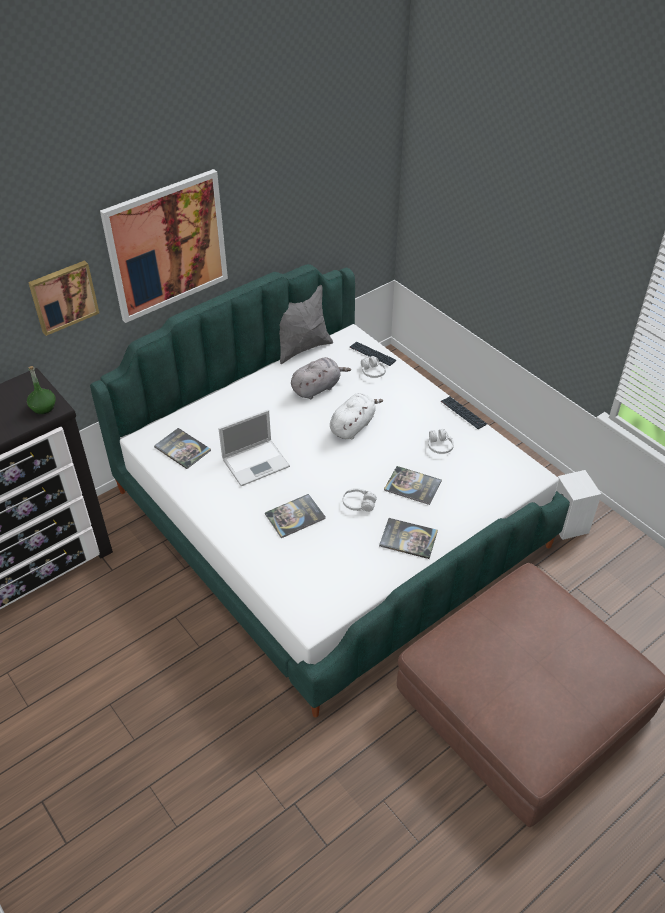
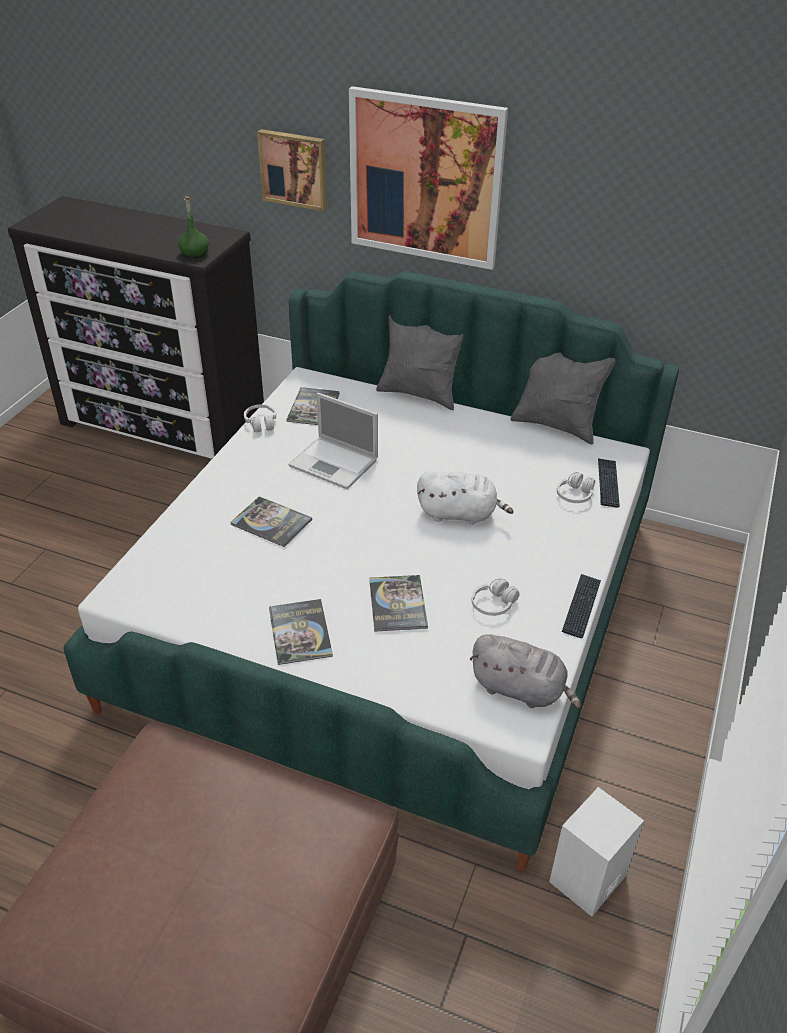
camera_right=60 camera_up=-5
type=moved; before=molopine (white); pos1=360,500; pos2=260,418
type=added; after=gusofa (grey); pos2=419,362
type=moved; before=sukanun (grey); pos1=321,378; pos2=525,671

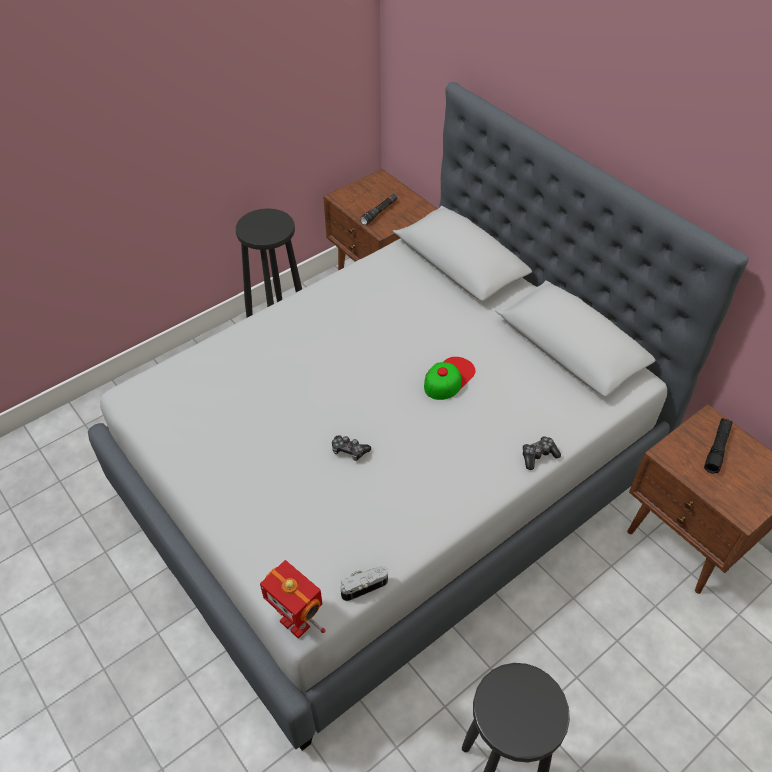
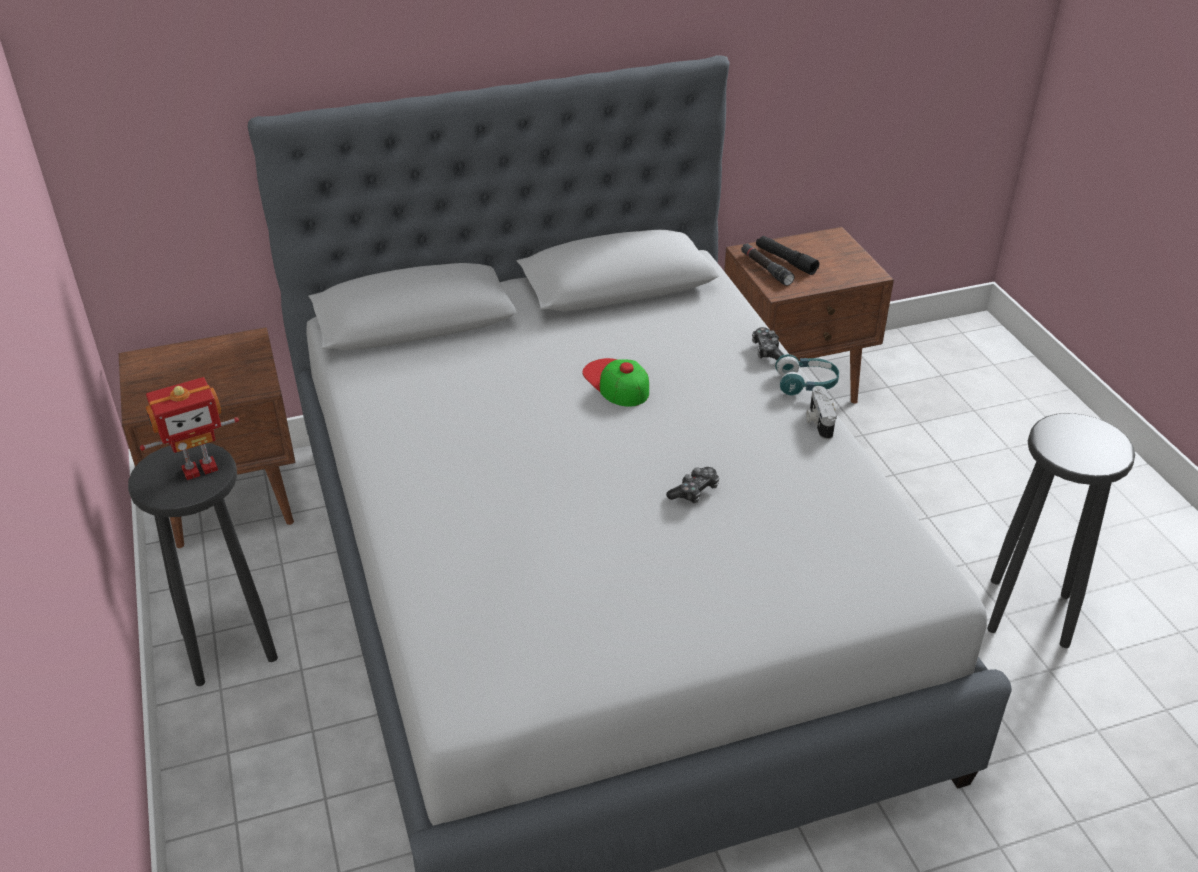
camera_right=-70 camera_up=-10
type=moved; before=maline; pos1=293,599; pos2=189,428
type=moved; before=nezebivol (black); pos1=379,209; pos2=768,265
type=added; after=molopine (turquoise); pos2=807,375
type=moved; before=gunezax; pos1=364,583; pos2=821,413

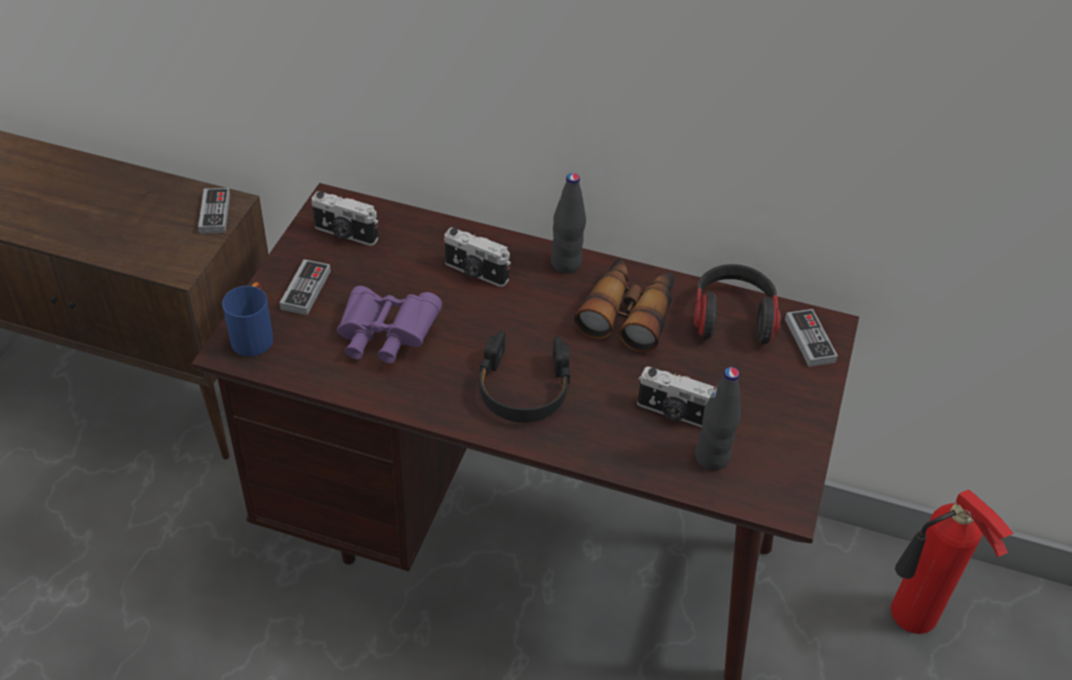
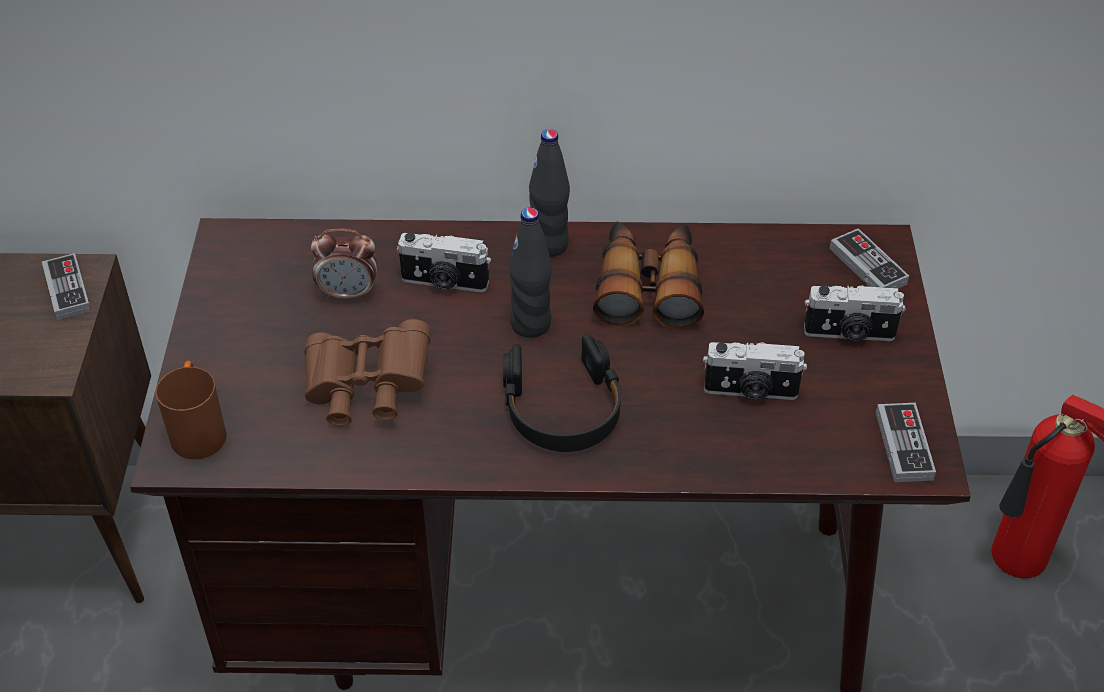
camera_right=-15 camera_up=0
type=recoloured; before=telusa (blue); after=telusa (brown); pos1=247,319; pos2=191,410
type=recoloured; before=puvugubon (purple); after=puvugubon (brown); pos1=389,324; pos2=368,373
type=added; after=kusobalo; pos2=344,264
type=moved; before=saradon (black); pos1=718,419; pos2=530,273
type=moved; before=gunezax; pos1=345,218; pos2=855,313
type=moved; before=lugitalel; pos1=305,287; pos2=906,442
type=removed; before=molopine; pos1=737,304

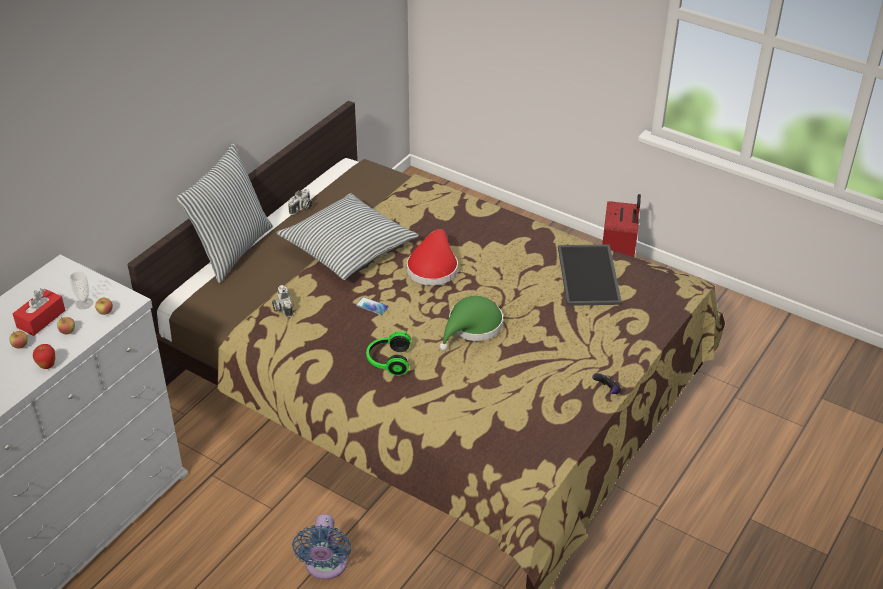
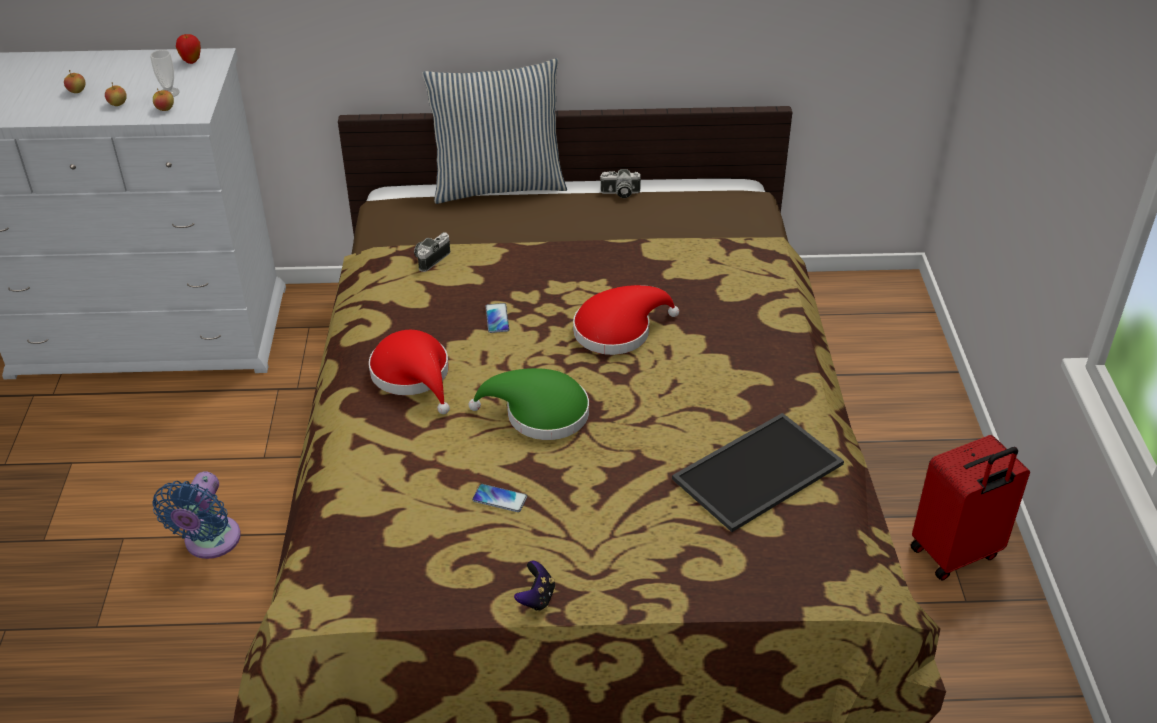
camera_right=55 camera_up=0
type=turned; before=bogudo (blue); pos1=321,547; pos2=196,515; turn=-45
type=moved; before=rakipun; pos1=44,356; pos2=188,49
type=replaced; before=molopine; after=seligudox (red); pos1=388,352; pos2=409,372
type=added; after=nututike; pos2=499,498
type=removed; before=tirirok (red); pos1=39,312
type=removed; before=gusofa; pos1=348,236

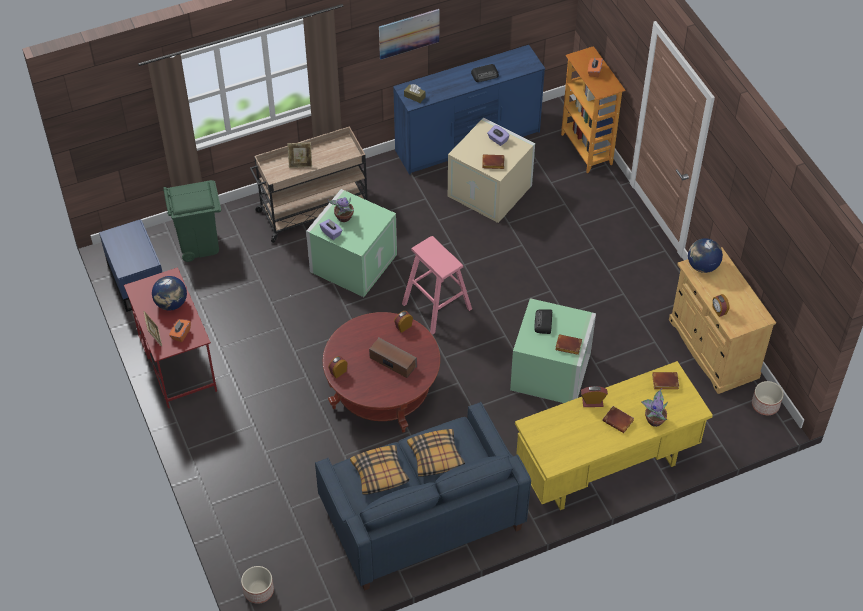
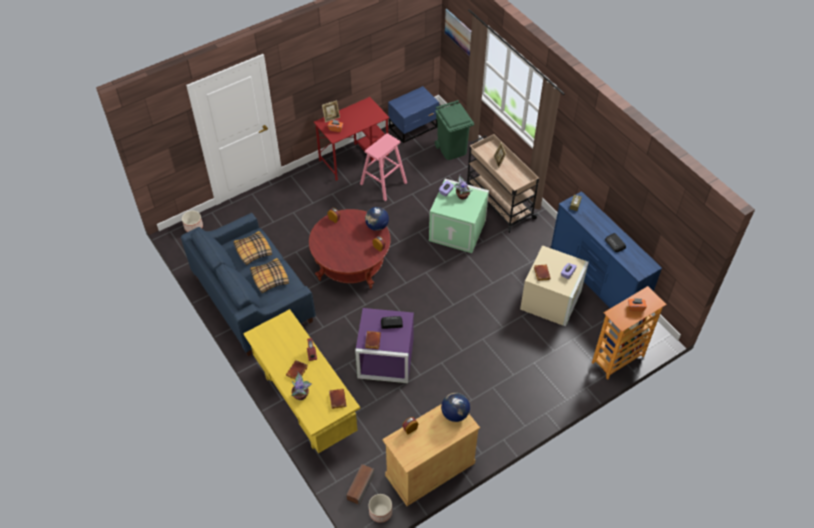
camera_right=80 camera_up=0
type=moved; before=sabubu; pos1=393,357; pos2=360,484
type=recoloured; before=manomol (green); after=manomol (purple); pos1=553,350; pos2=384,345
type=moved; before=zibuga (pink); pos1=437,285; pos2=383,167
type=moved; before=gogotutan; pos1=169,293; pos2=377,219
type=moved; before=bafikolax; pos1=409,34; pos2=458,32

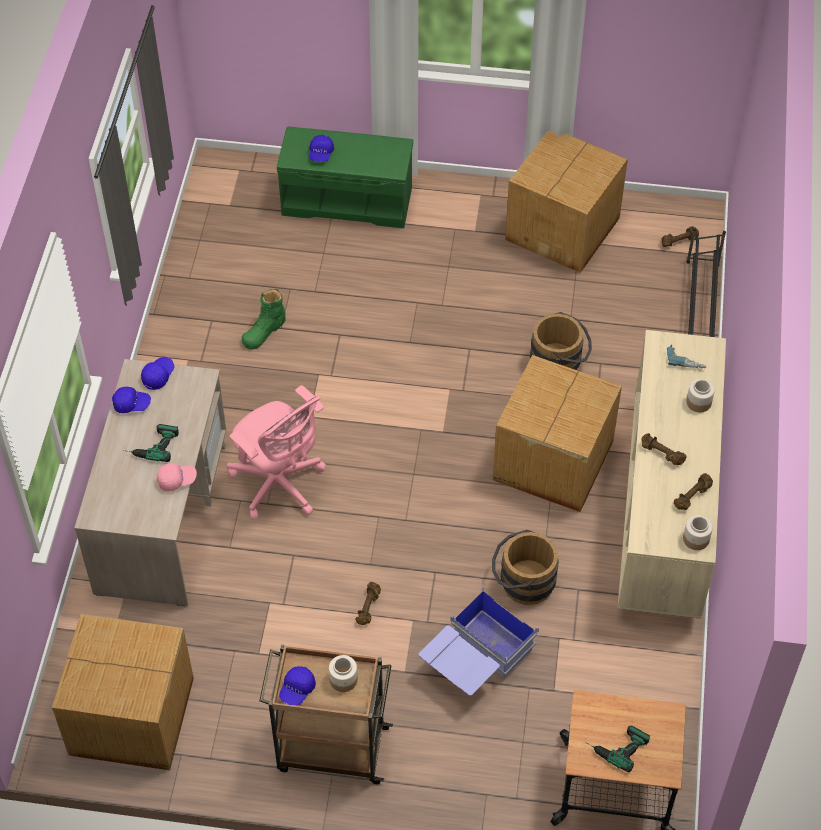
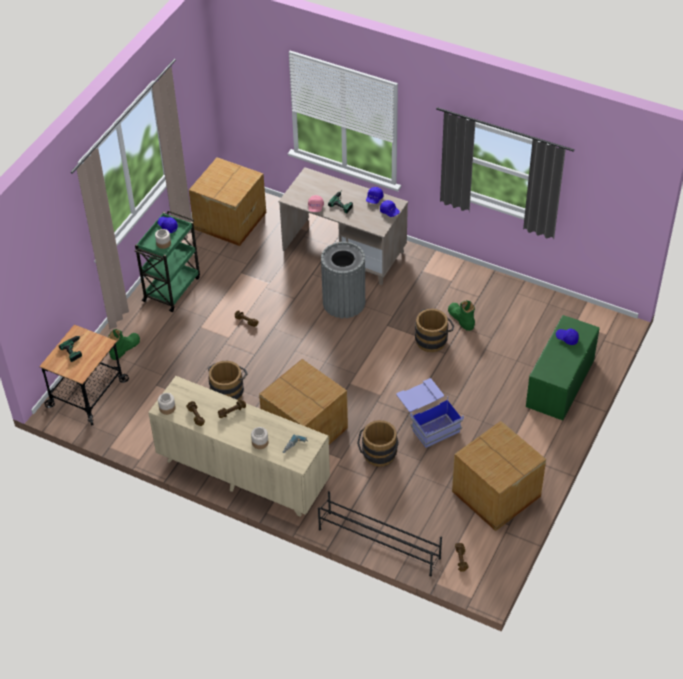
camera_right=110 camera_up=-5
type=added; after=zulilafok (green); pos2=124,344
type=recoloured; before=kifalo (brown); after=kifalo (green); pos1=326,714; pos2=167,261
type=replaced; before=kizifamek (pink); after=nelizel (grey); pos1=276,452; pos2=343,280
type=moved; before=manomol (blue); pos1=479,640; pos2=430,413
type=added; after=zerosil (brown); pos2=434,330

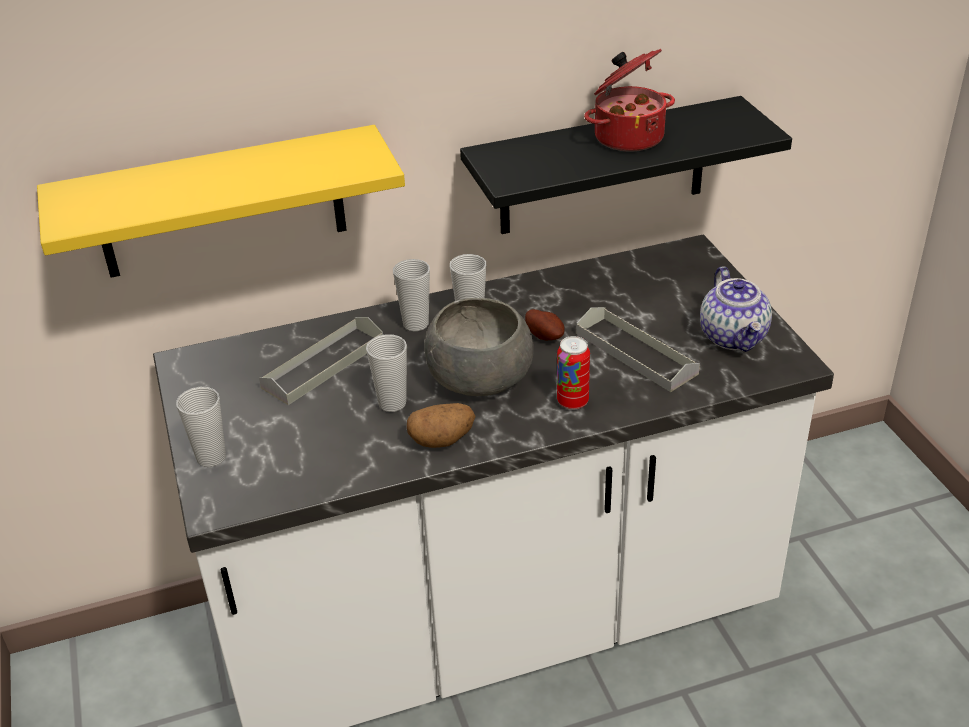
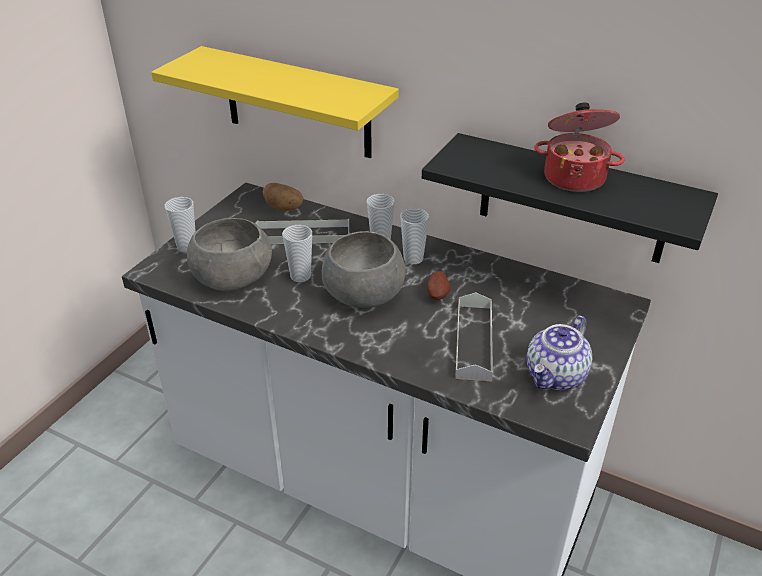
camera_right=45 camera_up=0
type=added; after=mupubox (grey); pos2=229,254
type=moved; before=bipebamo; pos1=441,425; pos2=283,197
type=removed; before=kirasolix; pos1=573,373

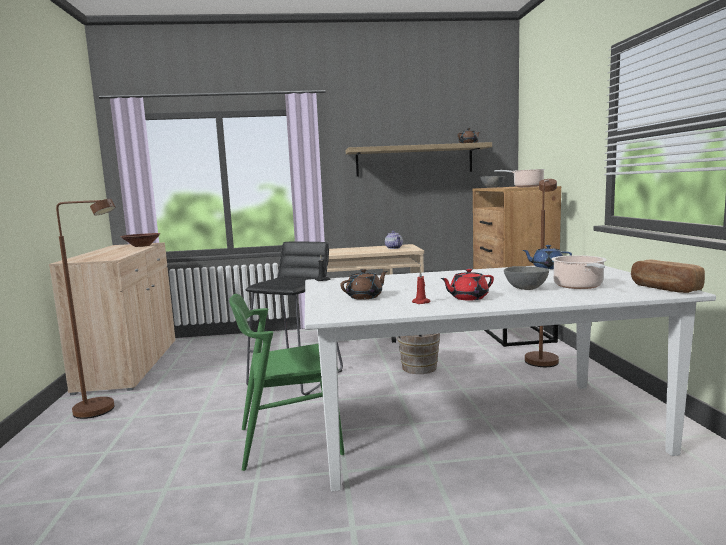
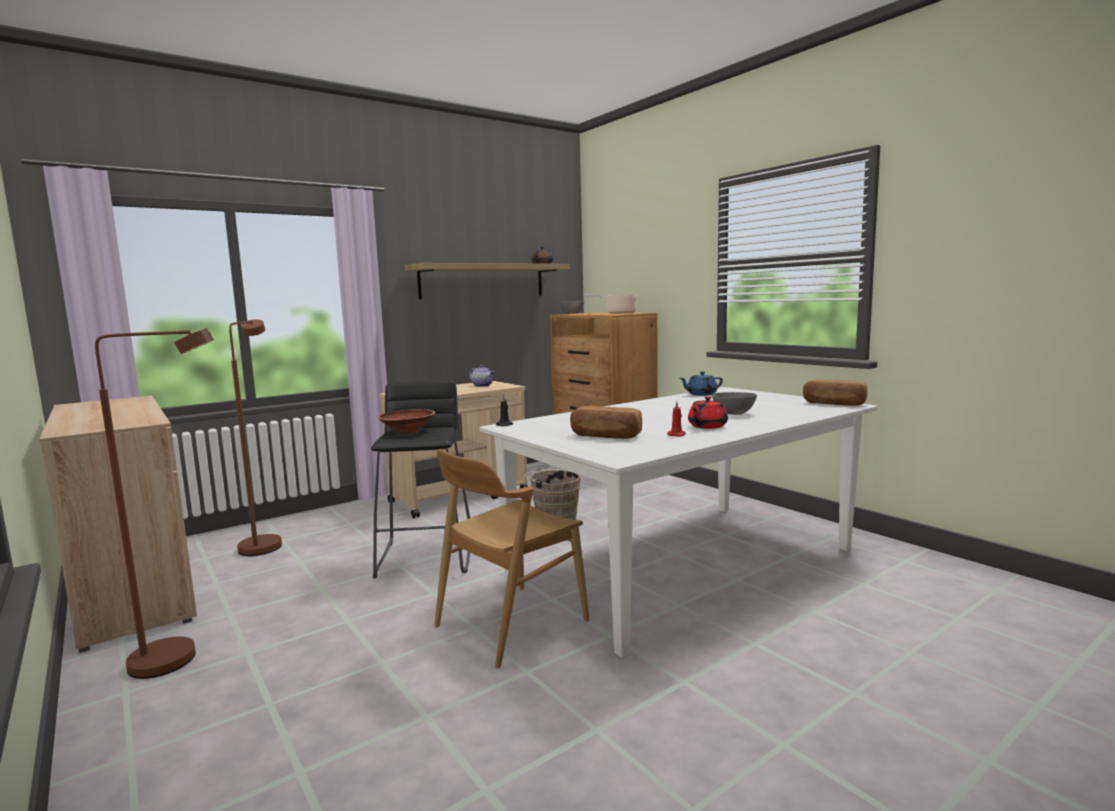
camera_right=-30 camera_up=0
type=moved; before=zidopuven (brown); pos1=542,273; pos2=255,437
type=moved; before=mupubox (brown); pos1=140,240; pos2=406,421
type=recoloured; before=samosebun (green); after=samosebun (brown); pos1=287,382; pos2=511,558
type=replaced; before=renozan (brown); after=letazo; pos1=364,284; pos2=606,422
type=removed; before=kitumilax; pos1=579,272

